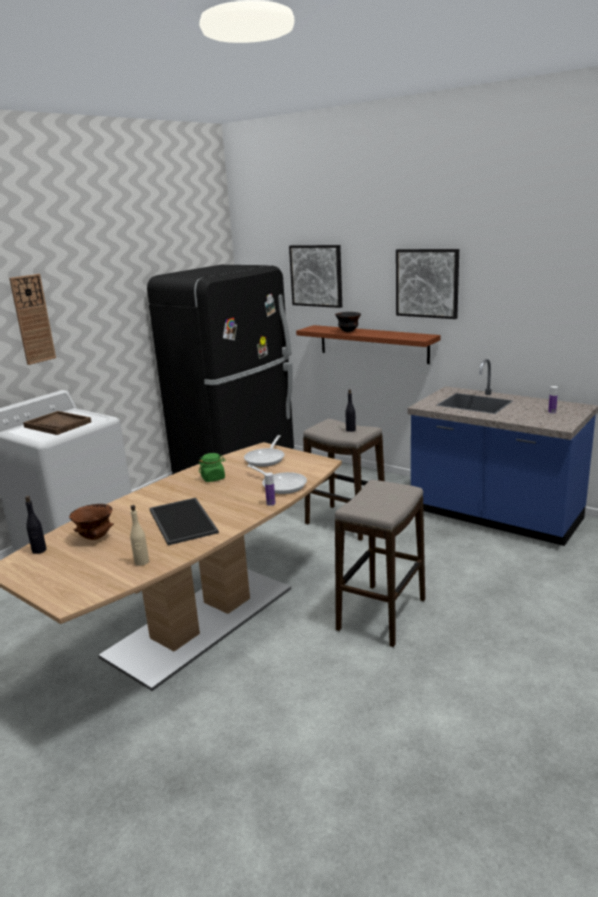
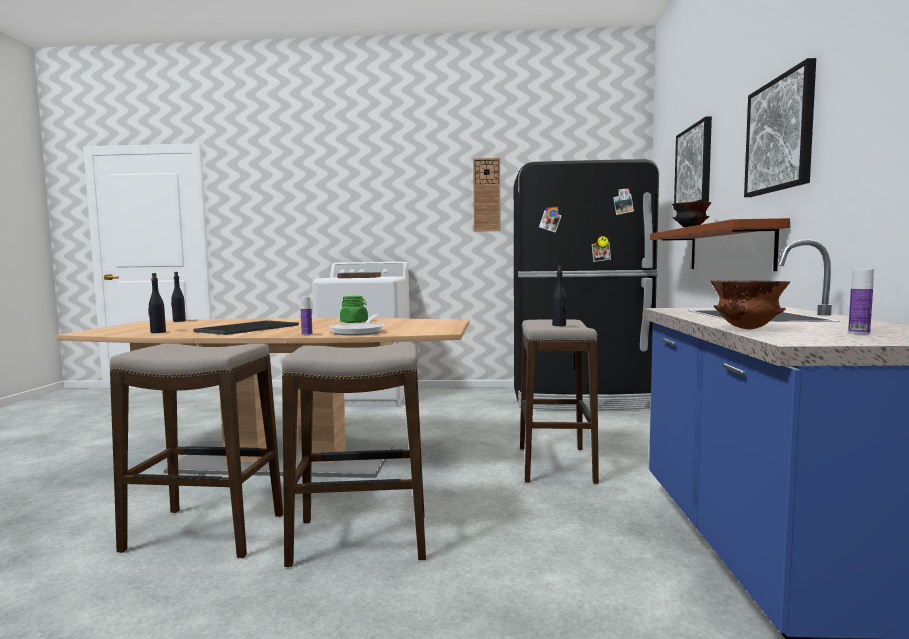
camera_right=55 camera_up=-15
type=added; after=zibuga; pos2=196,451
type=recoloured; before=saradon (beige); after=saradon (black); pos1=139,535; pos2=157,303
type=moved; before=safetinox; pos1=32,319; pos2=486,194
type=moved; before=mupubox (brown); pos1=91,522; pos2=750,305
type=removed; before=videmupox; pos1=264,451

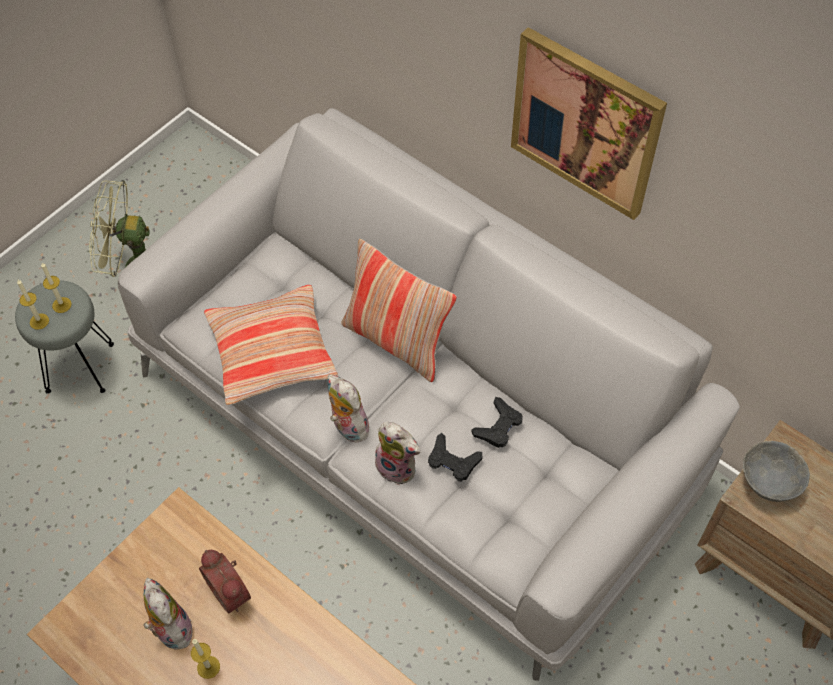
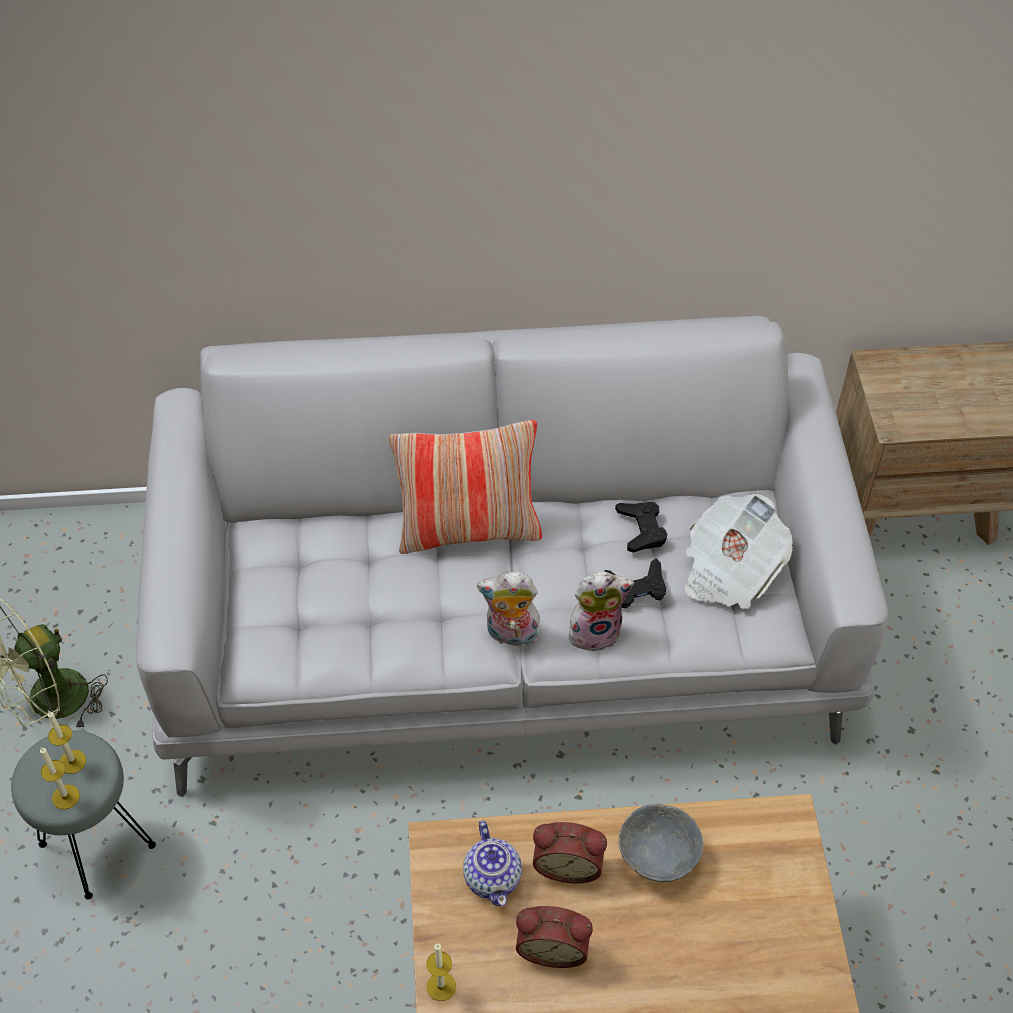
camera_right=-45 camera_up=-5
type=moved; before=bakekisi; pos1=205,659; pos2=441,972
type=added; after=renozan; pos2=492,863
type=replaced; before=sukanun; after=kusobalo; pos1=170,614; pos2=554,937
type=moved; before=mupubox (grey); pos1=776,471; pos2=660,843
type=added; after=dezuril; pos2=739,551
type=removed; before=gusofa; pos1=271,345
type=removed; before=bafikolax; pos1=589,123

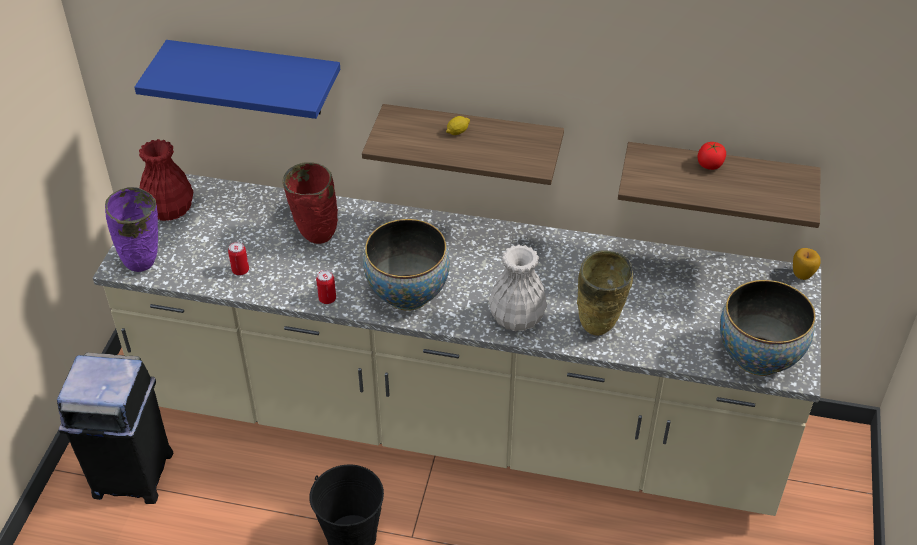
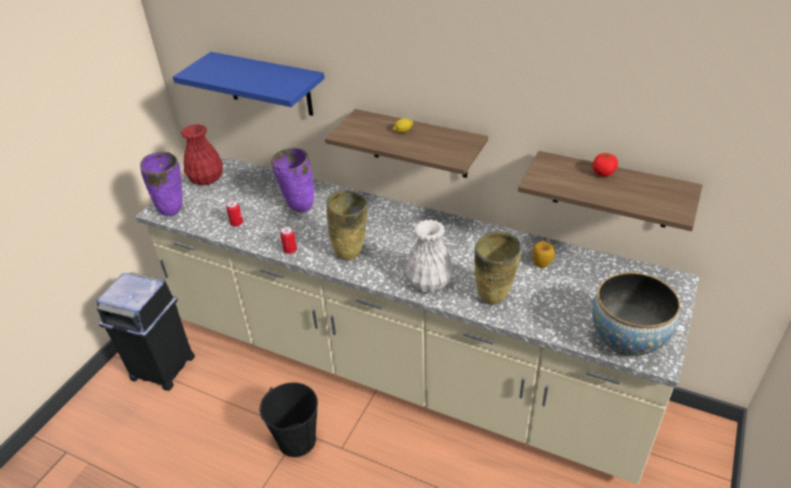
camera_right=15 camera_up=-5
type=recoloured; before=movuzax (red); after=movuzax (purple); pos1=310,203; pos2=292,180
type=replaced; before=mupubox; after=movuzax (beige); pos1=406,265; pos2=346,225
type=moved; before=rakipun; pos1=807,264; pos2=543,254

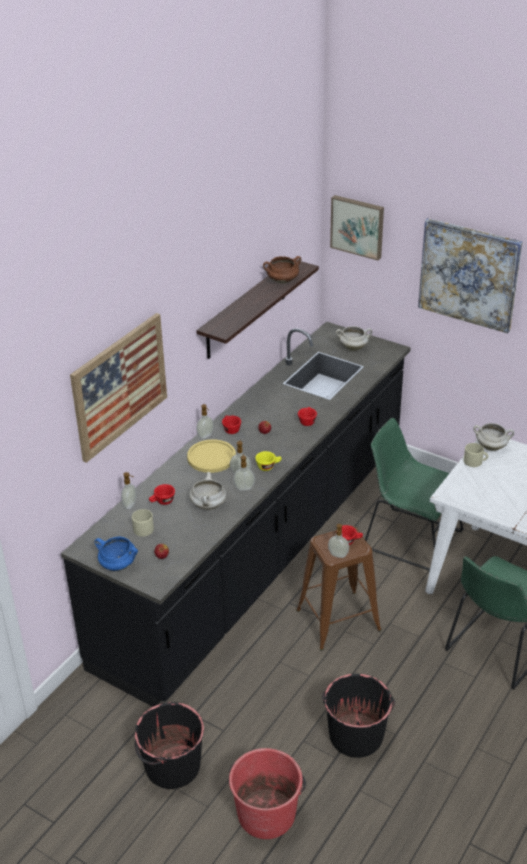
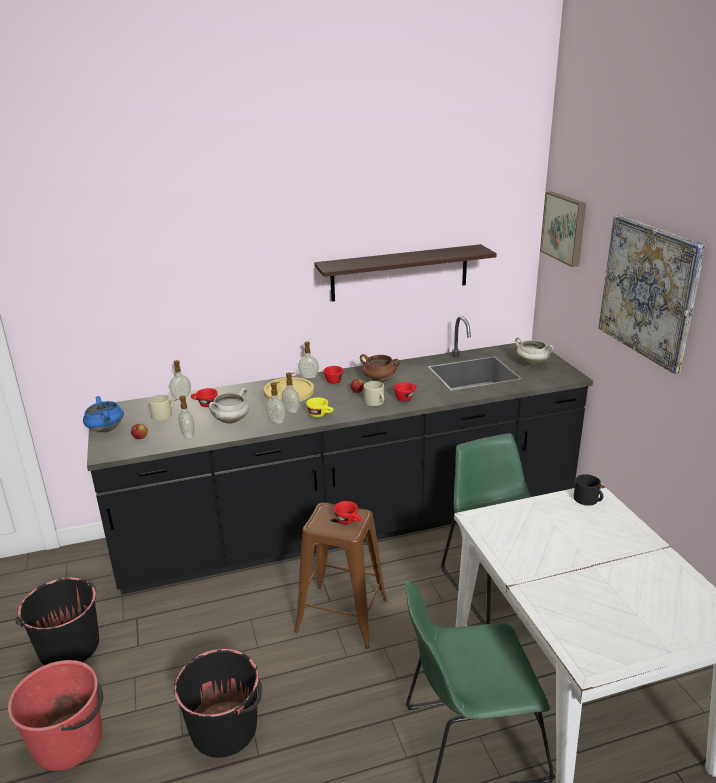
camera_right=40 camera_up=-10
type=moved; before=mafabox; pos1=338,541; pos2=184,416
type=moved; before=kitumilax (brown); pos1=282,270; pos2=380,368
type=moved; before=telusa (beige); pos1=476,455; pos2=374,393
type=replaced; before=kitumilax (white); after=telusa (black); pos1=493,437; pos2=589,490
type=removed; before=bafikolax; pos1=118,388

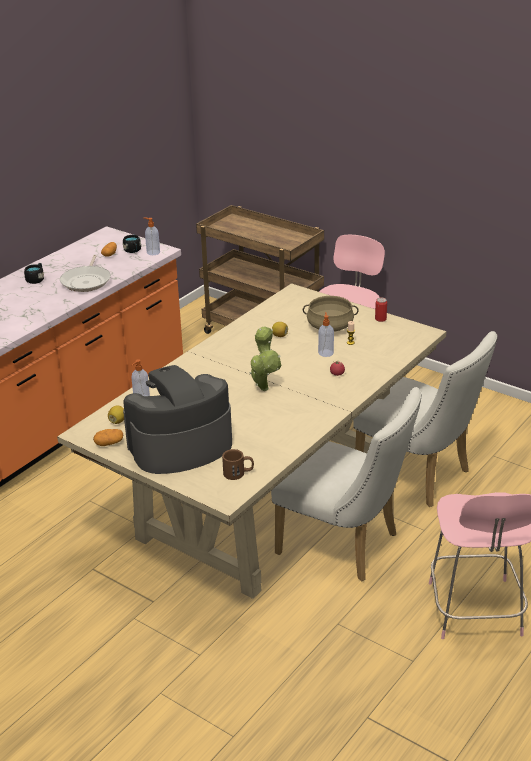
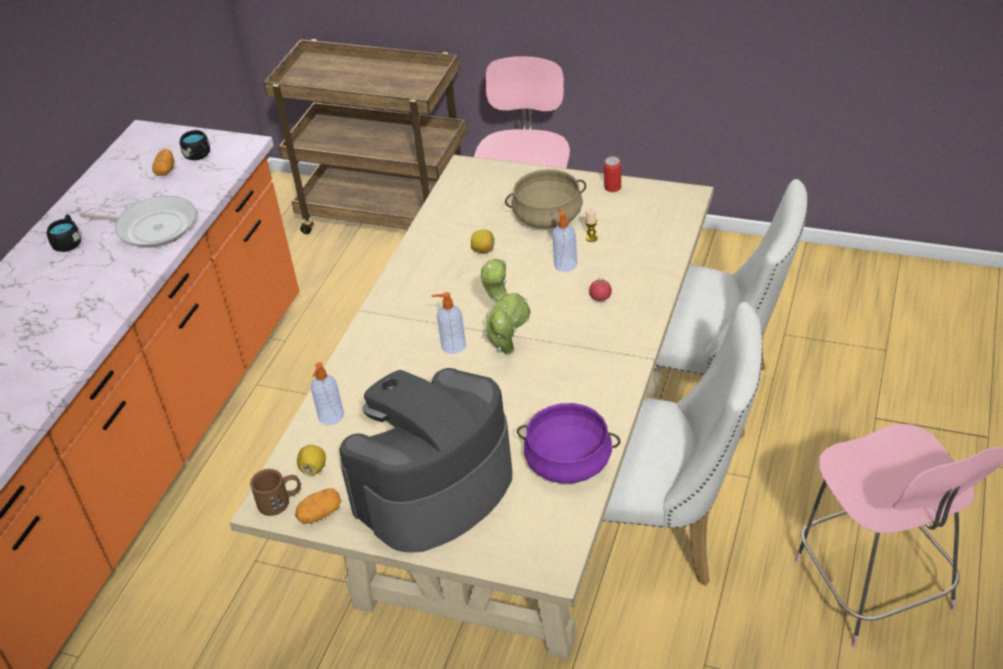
camera_right=-15 camera_up=10
type=turned; before=videmupox; pos1=85,273; pos2=137,222; turn=-60
type=moved; before=telusa (brown); pos1=238,464; pos2=275,492
type=moved; before=mafabox; pos1=151,236; pos2=449,323
type=added; after=kitumilax (purple); pos2=568,443

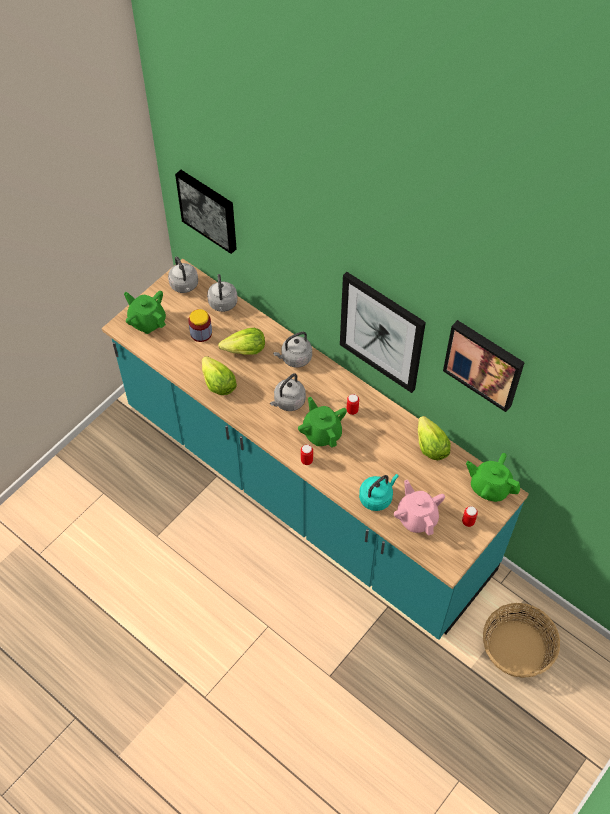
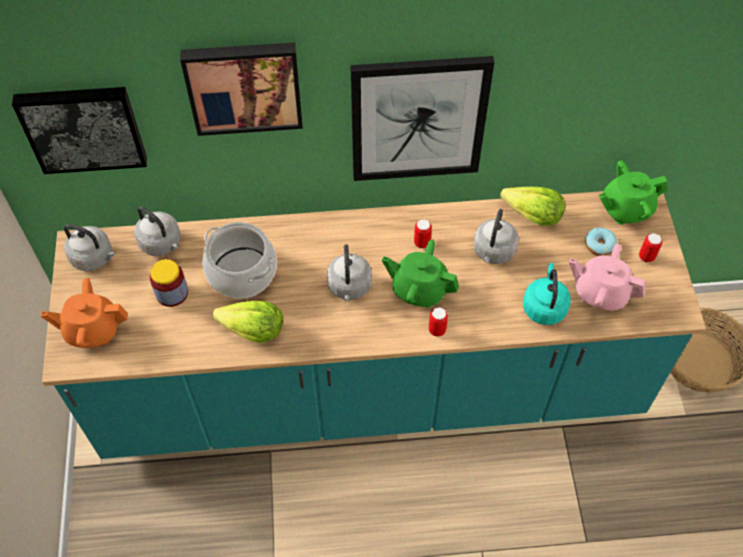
camera_right=-45 camera_up=0
type=recoloured; before=renozan (green); after=renozan (orange); pos1=145,312; pos2=84,313
type=moved; before=bafikolax; pos1=484,366; pos2=241,89
type=replaced; before=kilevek; after=kitumilax; pos1=241,341; pos2=239,260
type=moved; before=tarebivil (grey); pos1=292,350; pos2=496,236
type=added; after=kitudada; pos2=601,241

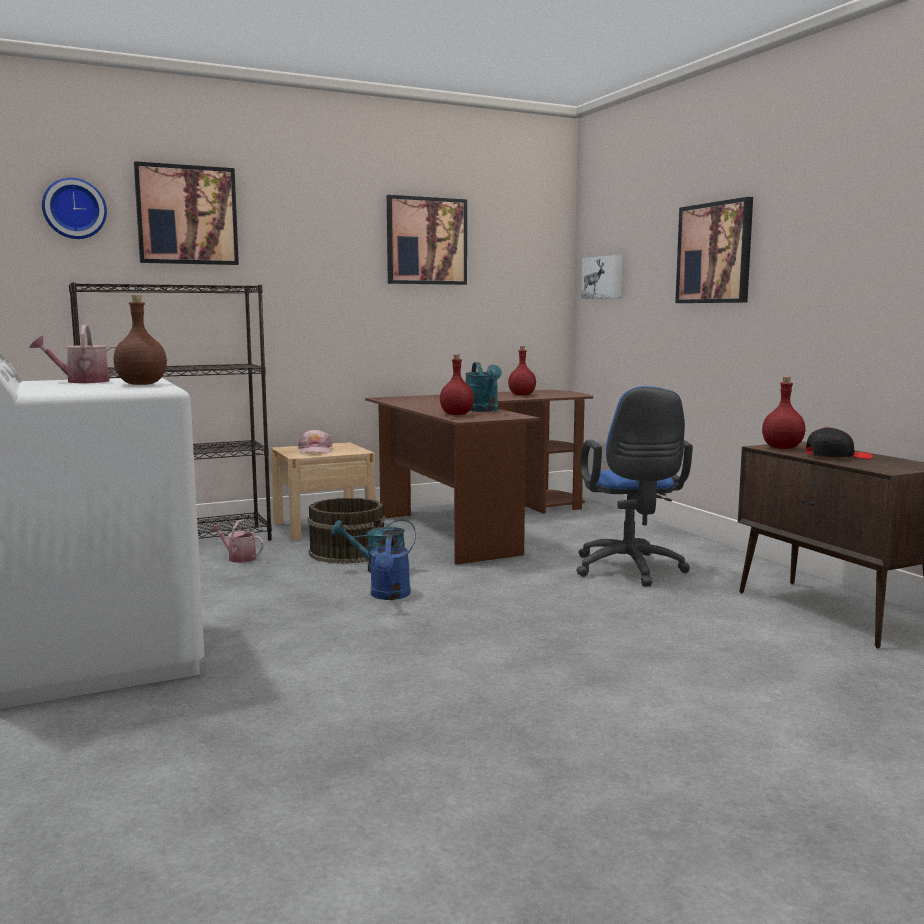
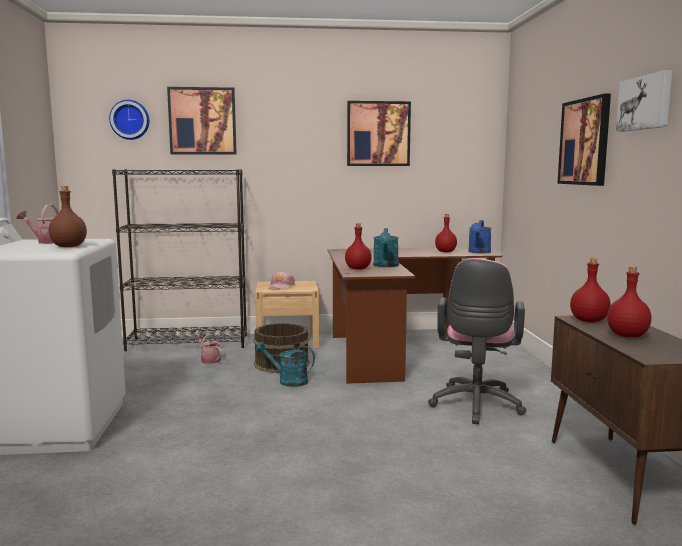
camera_right=20 camera_up=0
type=recoloured; before=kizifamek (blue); after=kizifamek (pink); pos1=634,486; pos2=477,341
type=moved; before=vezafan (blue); pos1=390,567; pos2=479,236
type=replaced; before=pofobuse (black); after=saradon (red); pos1=839,443; pos2=629,302
type=moved; before=bafikolax; pos1=601,277; pos2=644,101

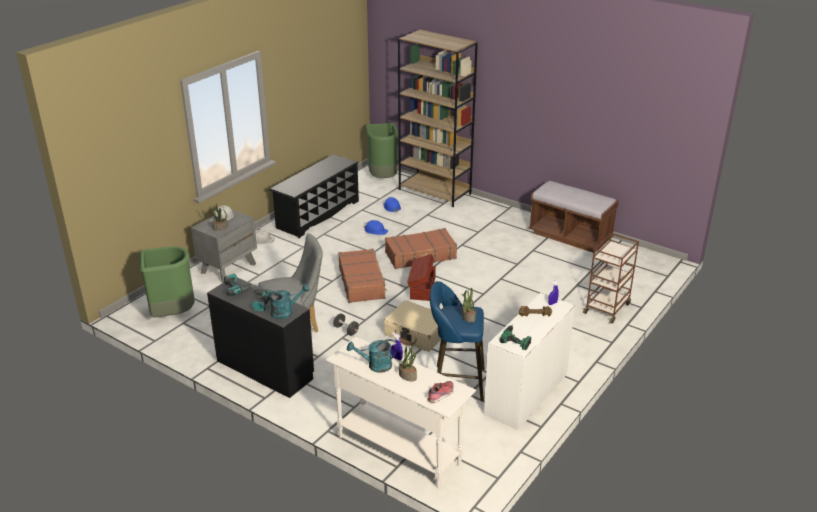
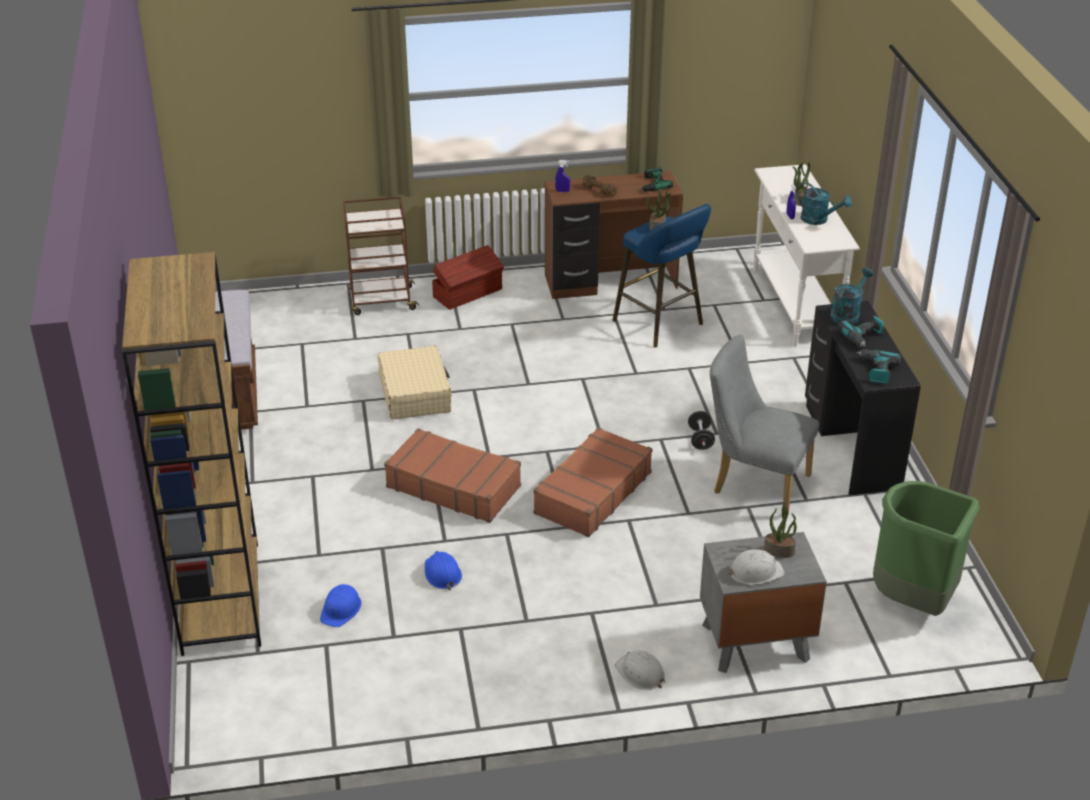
camera_right=-135 camera_up=5
type=moved; before=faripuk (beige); pos1=412,326; pos2=415,383
type=moved; before=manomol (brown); pos1=421,277; pos2=468,277
type=recoloured; before=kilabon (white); after=kilabon (brown); pos1=529,361; pos2=614,235
type=turned; before=vezafan (turquoise); pos1=286,301; pos2=852,296; turn=105
type=removed; before=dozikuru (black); pos1=314,196
type=removed; before=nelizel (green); pos1=382,150
type=removed; before=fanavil; pos1=440,392

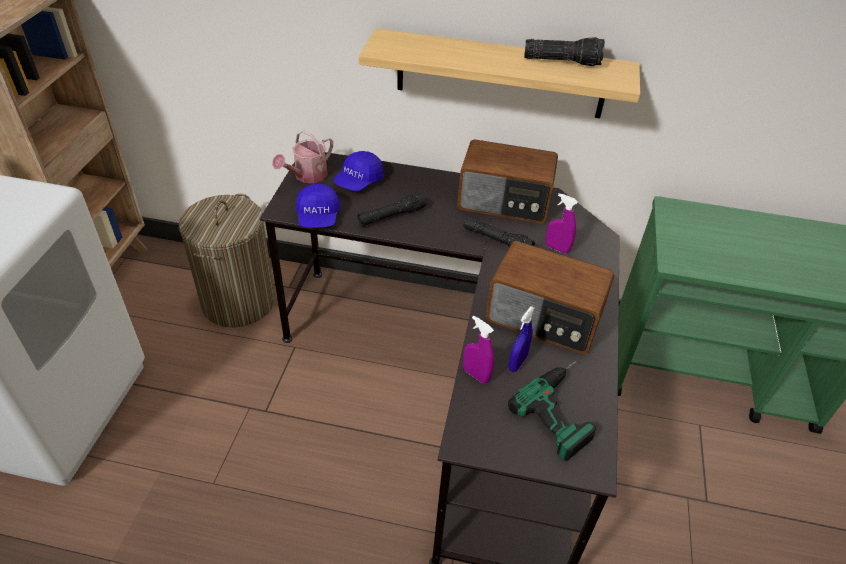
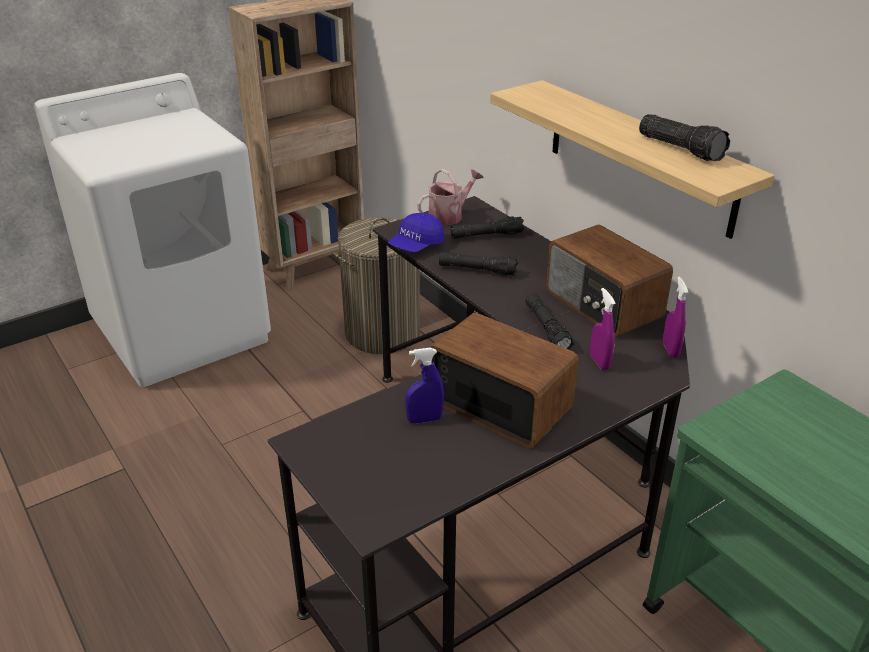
camera_right=45 camera_up=-10
type=turned; before=vezafan; pos1=302,156; pos2=450,197; turn=150
type=turned; before=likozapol; pos1=550,297; pos2=504,381; turn=150
type=replaced; before=pofobuse (blue); after=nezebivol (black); pos1=358,171; pos2=487,227
type=moved; before=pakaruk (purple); pos1=478,350; pos2=676,317
type=removed; before=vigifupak; pos1=552,411

